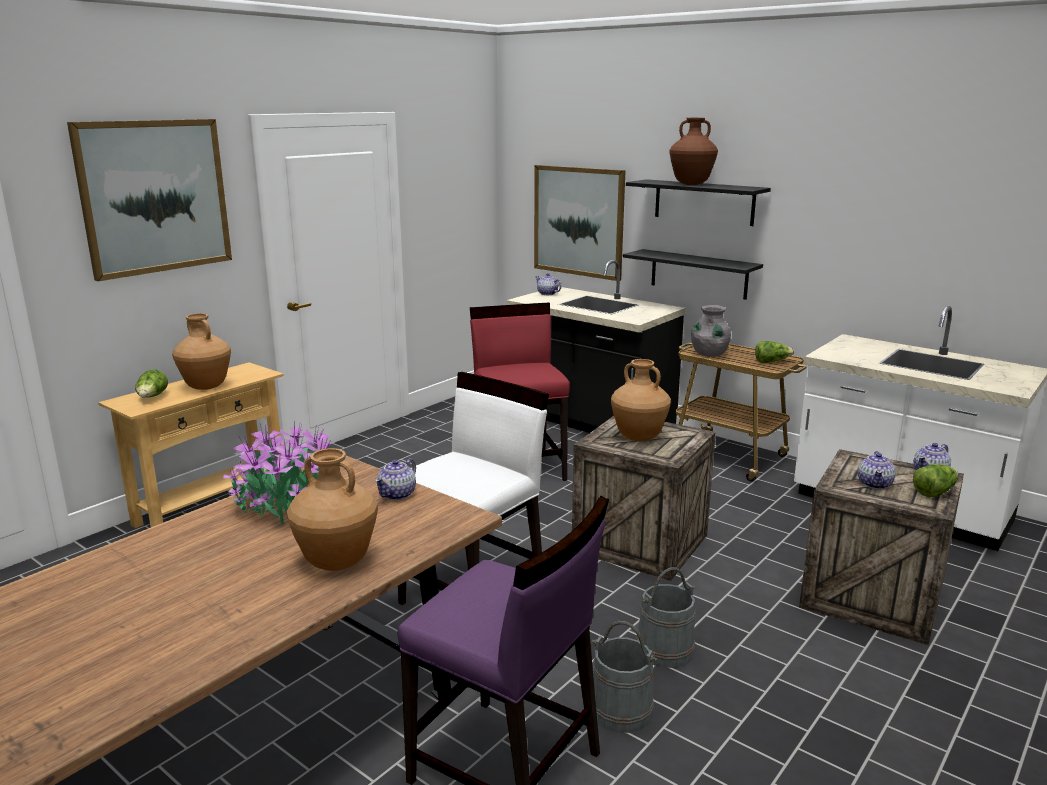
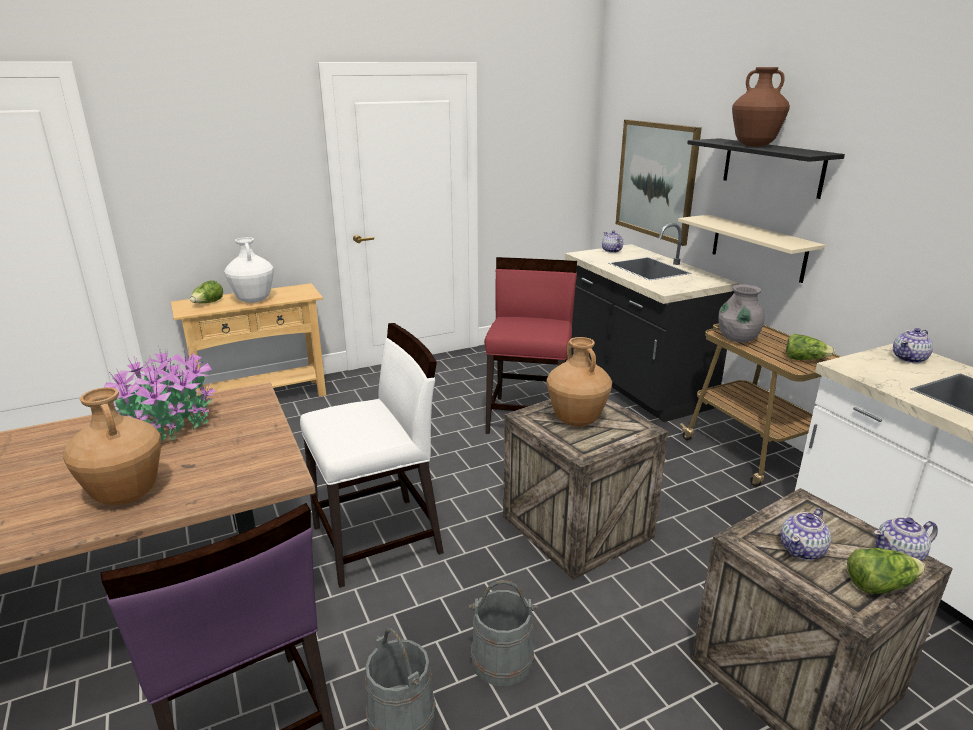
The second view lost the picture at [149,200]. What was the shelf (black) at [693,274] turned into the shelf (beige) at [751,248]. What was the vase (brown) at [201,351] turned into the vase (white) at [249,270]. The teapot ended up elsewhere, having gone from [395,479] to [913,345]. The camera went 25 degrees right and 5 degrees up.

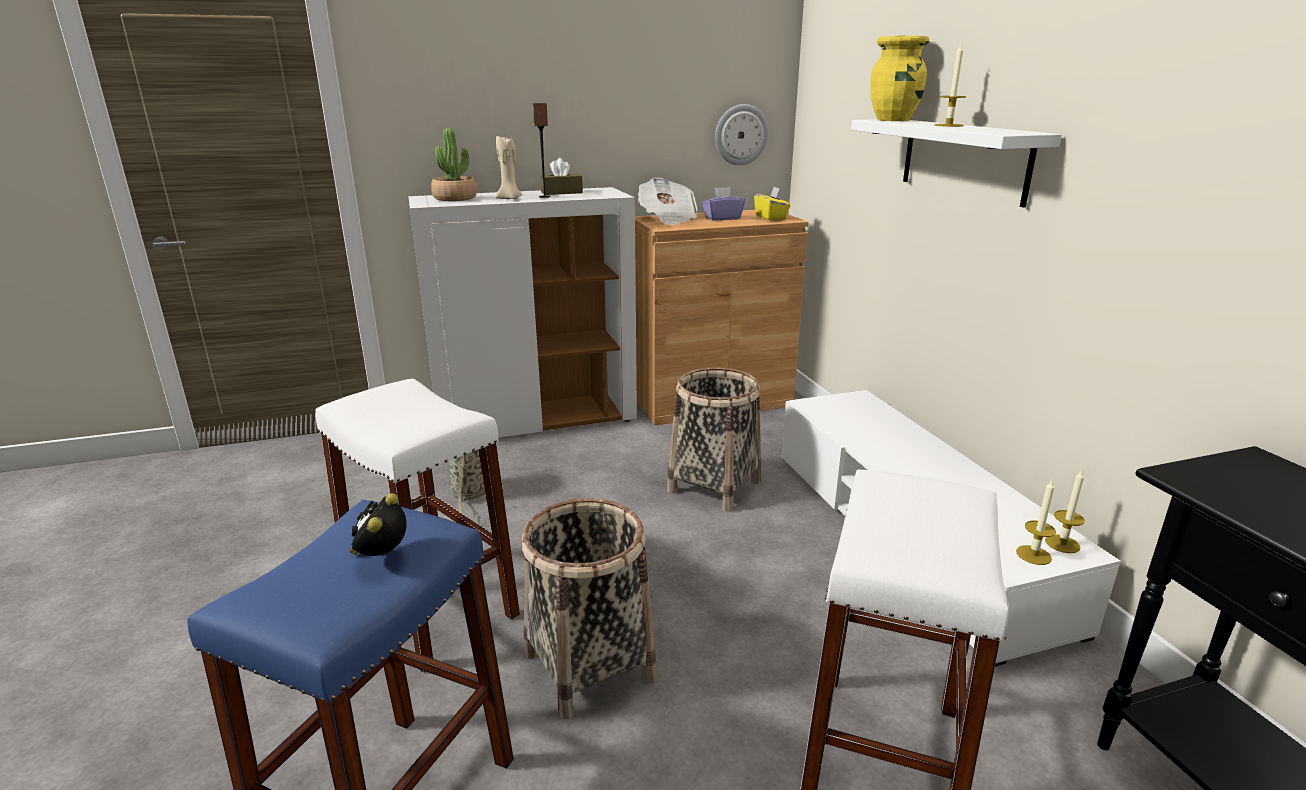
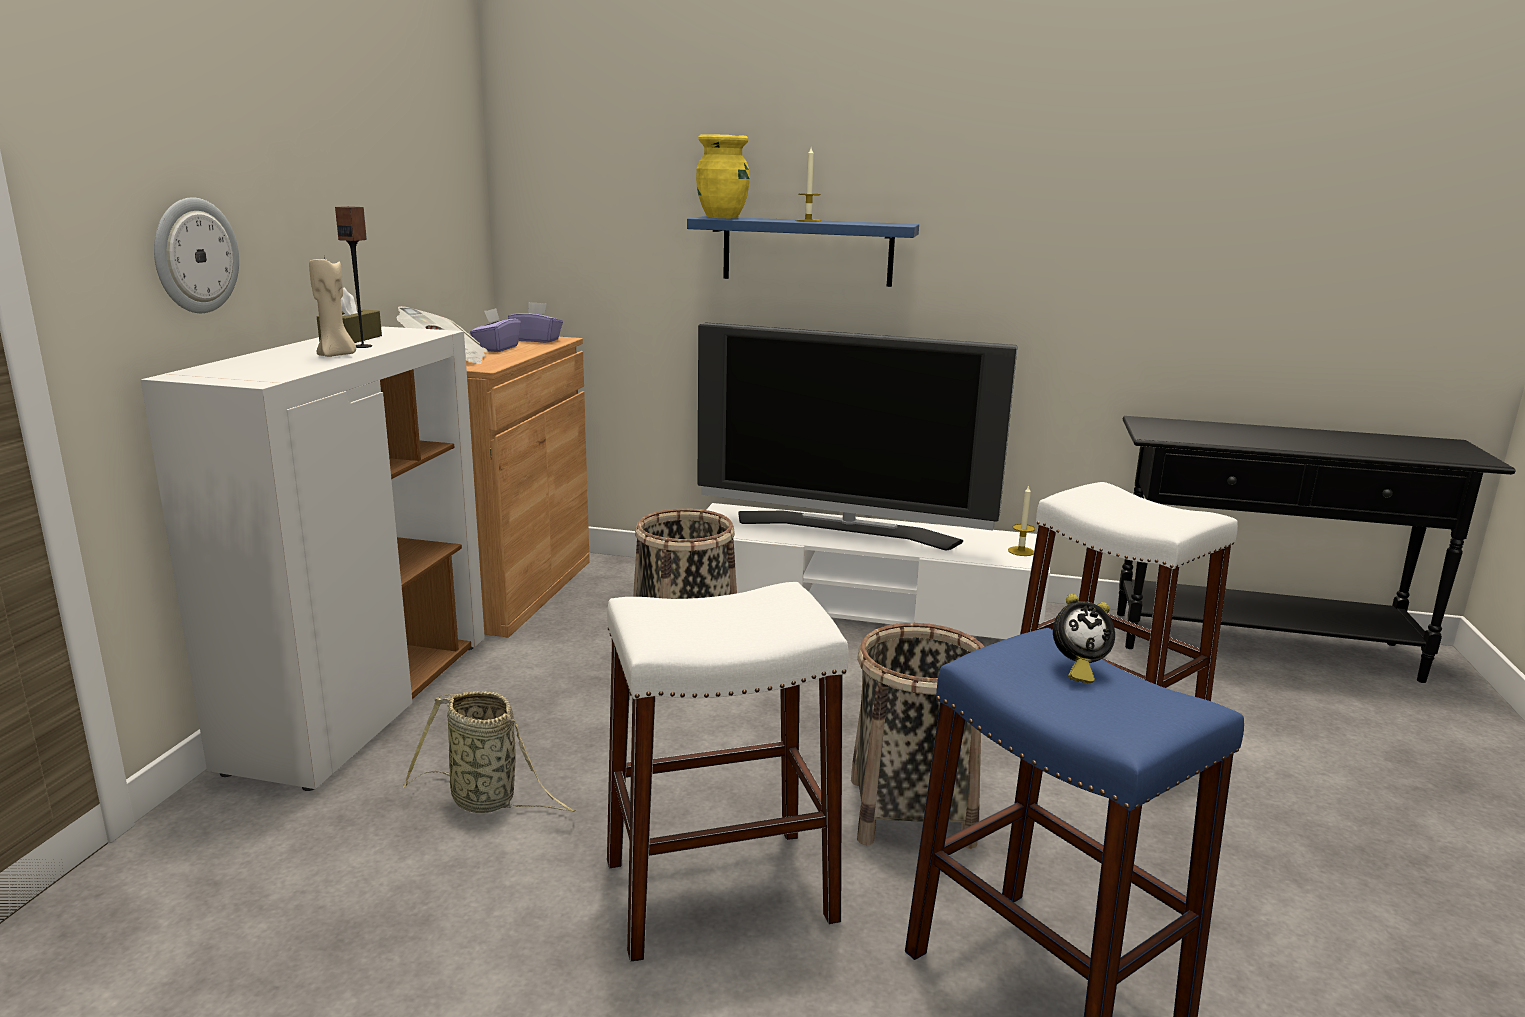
The wall clock ended up elsewhere, having gone from [742,134] to [196,255]. What was the shelf (white) at [956,163] turned into the shelf (blue) at [803,251]. The second view lost the potted plant at [454,164]. What was the tissue box (yellow) at [772,203] turned into the tissue box (purple) at [535,322]. The second view lost the candle at [1065,511]. The alarm clock at [378,524] ended up facing another way, 45 degrees counterclockwise from before. The second view gained the television at [858,436]. The camera went 60 degrees left and 5 degrees down.

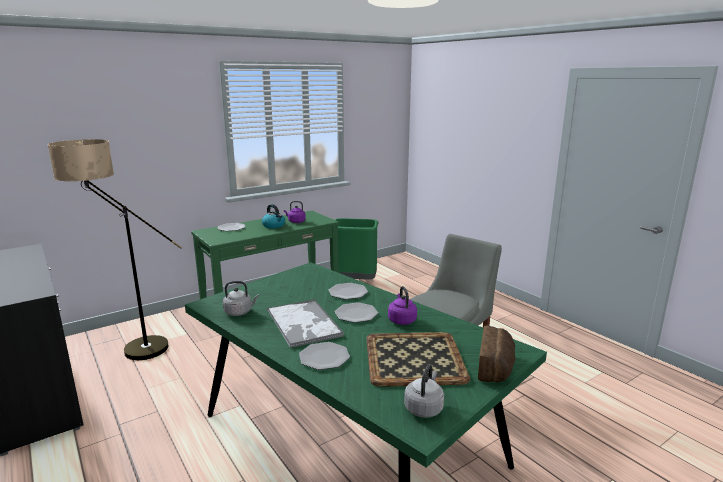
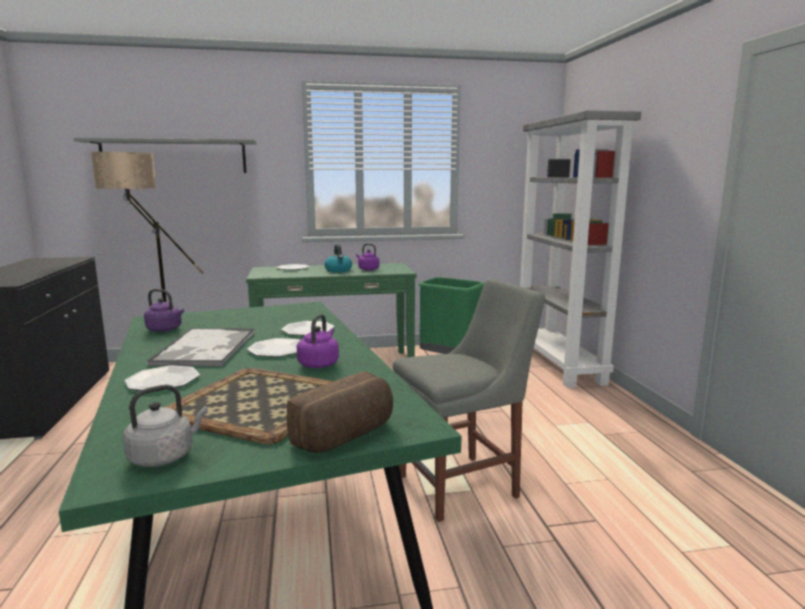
What was the kettle (grey) at [241,298] turned into the kettle (purple) at [164,310]. The second view gained the bookcase (grey) at [580,249]. The second view gained the shelf (grey) at [165,155]. The camera went 25 degrees right and 5 degrees down.

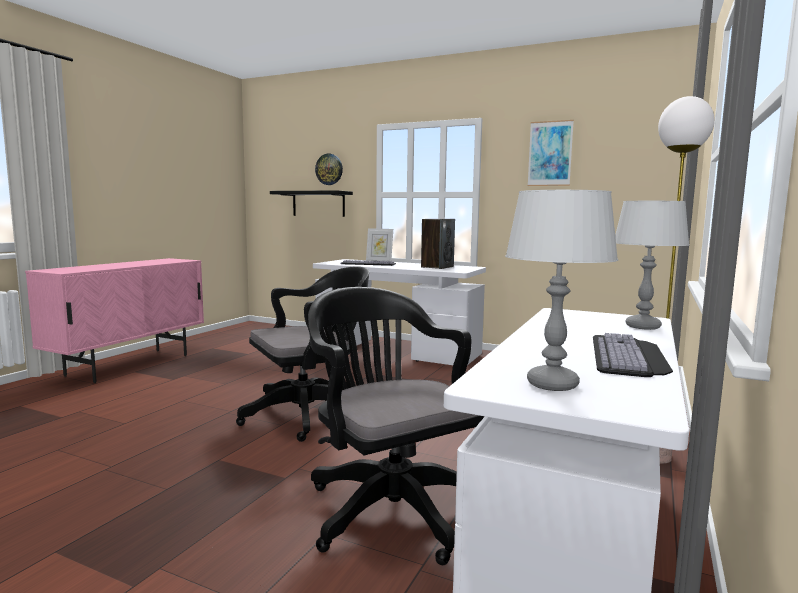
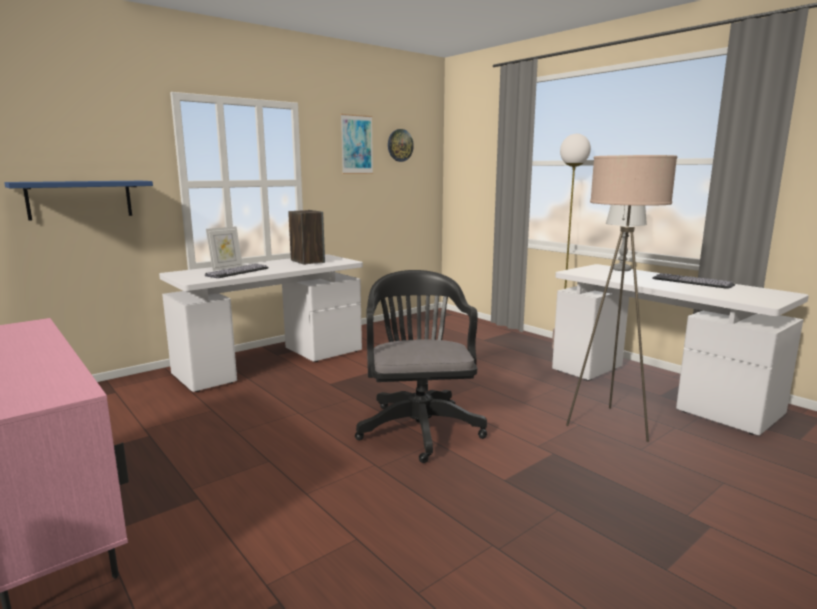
The wall clock ended up elsewhere, having gone from [329,169] to [401,145]. What was the shelf (black) at [311,203] turned into the shelf (blue) at [78,201]. The second view lost the table lamp (grey) at [561,290]. Where the office chair (black) stood at [396,426], the floor lamp (beige) came to stand at [621,298]. The camera went 65 degrees left and 5 degrees up.

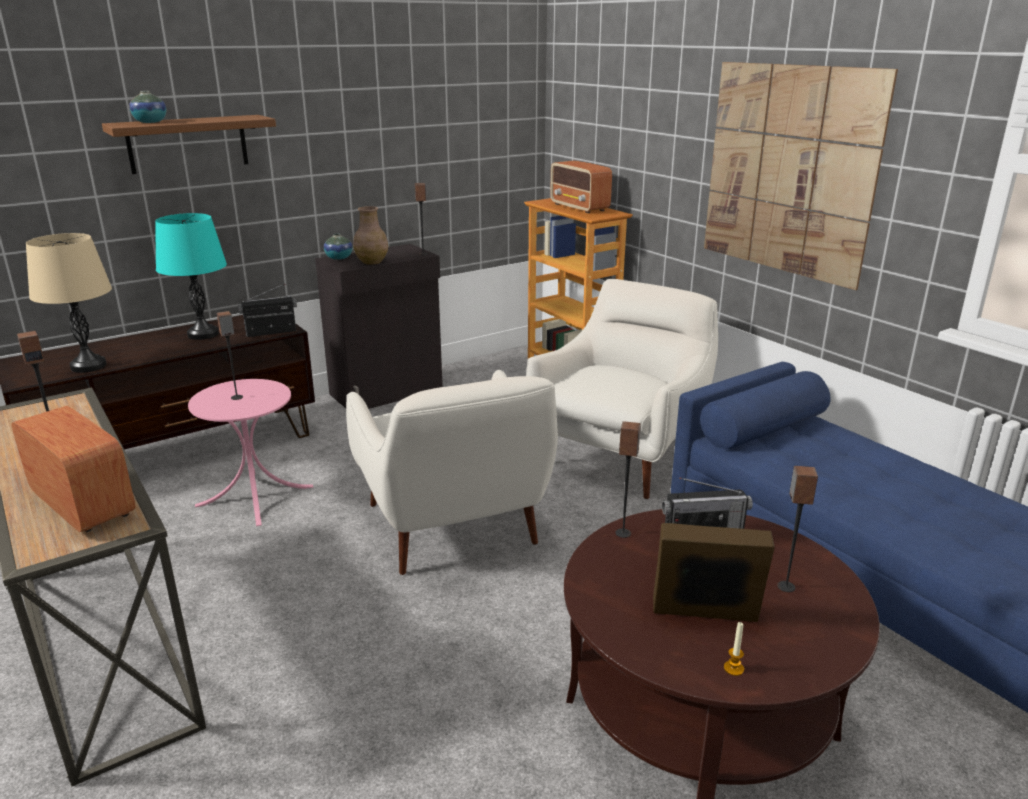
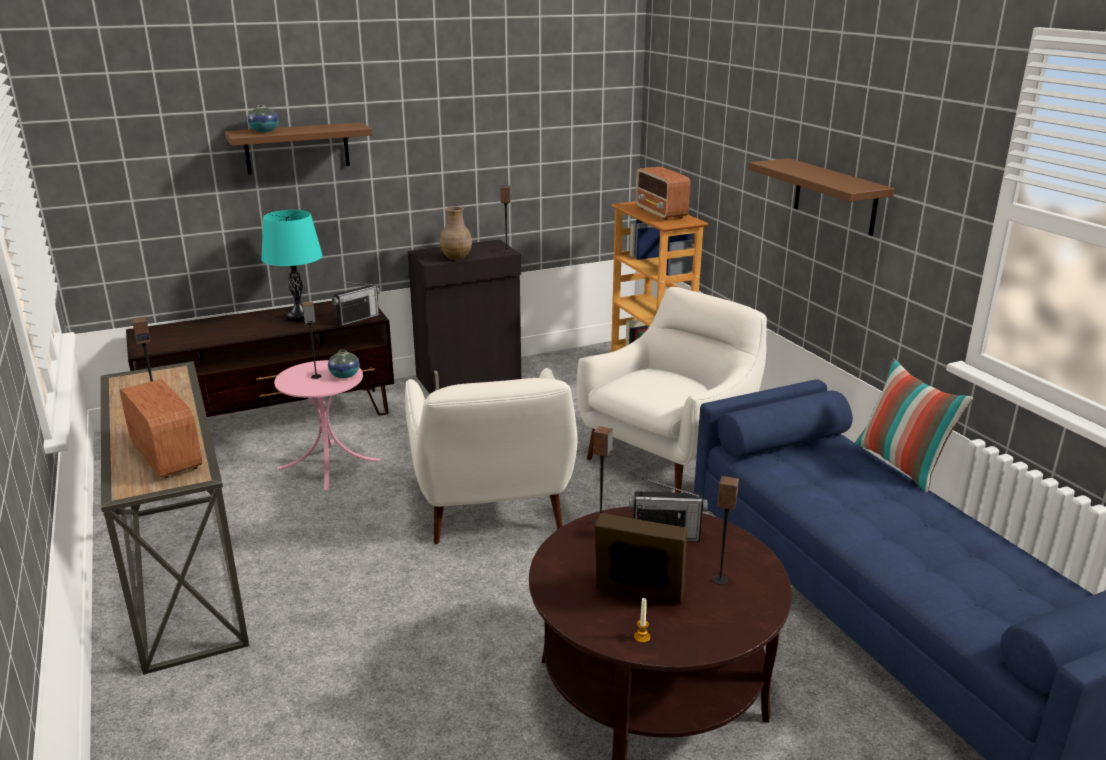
Where the picture hung at [801,176], the shelf (brown) came to hang at [821,197]. The second view lost the table lamp (beige) at [69,303]. The vase ended up elsewhere, having gone from [338,246] to [344,364]. The radio at [267,310] ended up facing another way, 150 degrees clockwise from before. The second view gained the pillow at [914,425]. The camera went 10 degrees right and 0 degrees up.

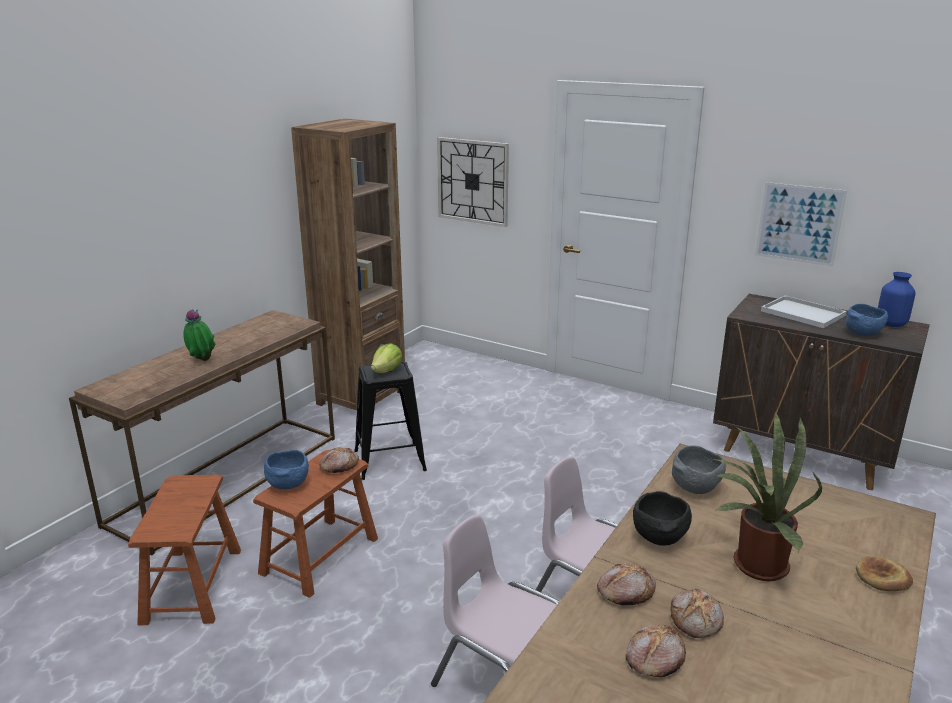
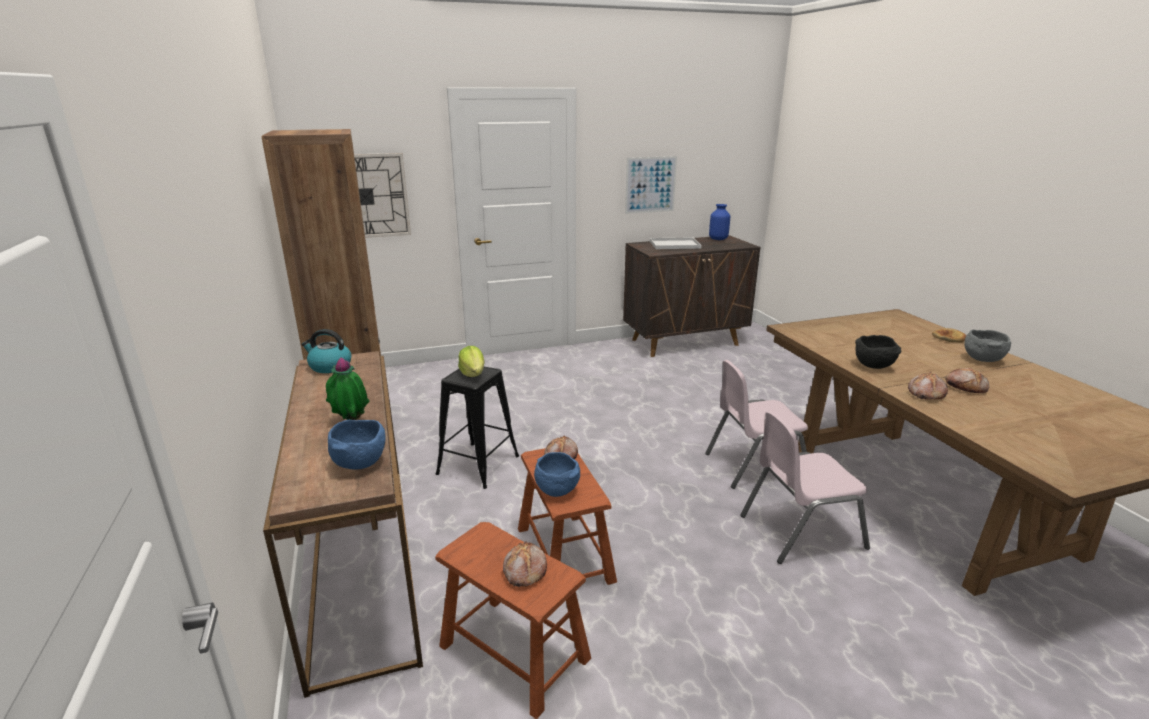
The bowl (blue) ended up elsewhere, having gone from [867,320] to [357,444]. The second view lost the potted plant at [767,496]. The bowl (grey) ended up elsewhere, having gone from [699,470] to [987,346]. The bread ended up elsewhere, having gone from [655,651] to [525,564]. The second view gained the kettle at [326,351]. The camera went 50 degrees left and 0 degrees up.

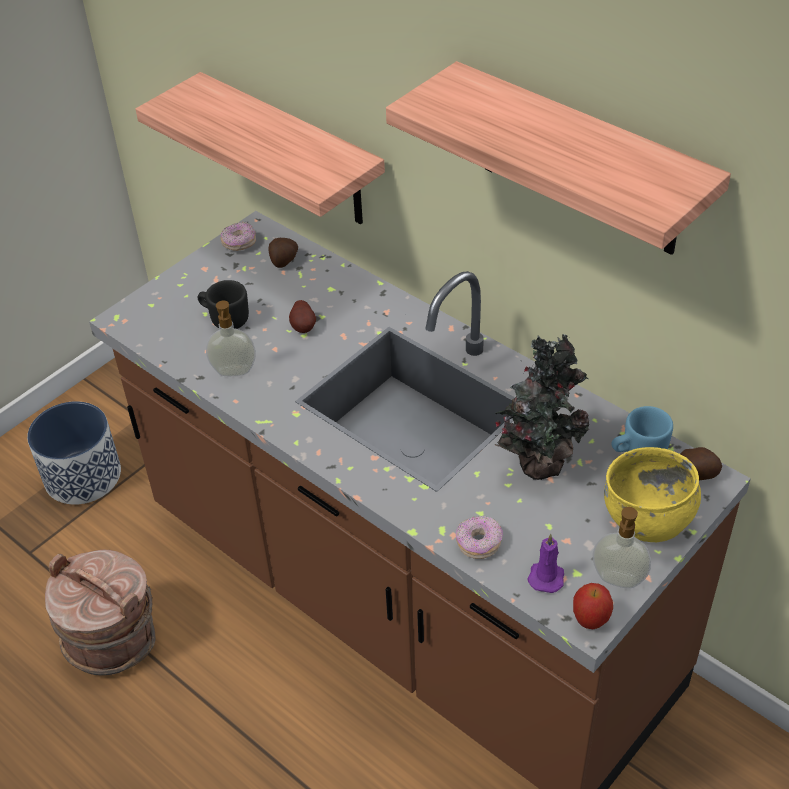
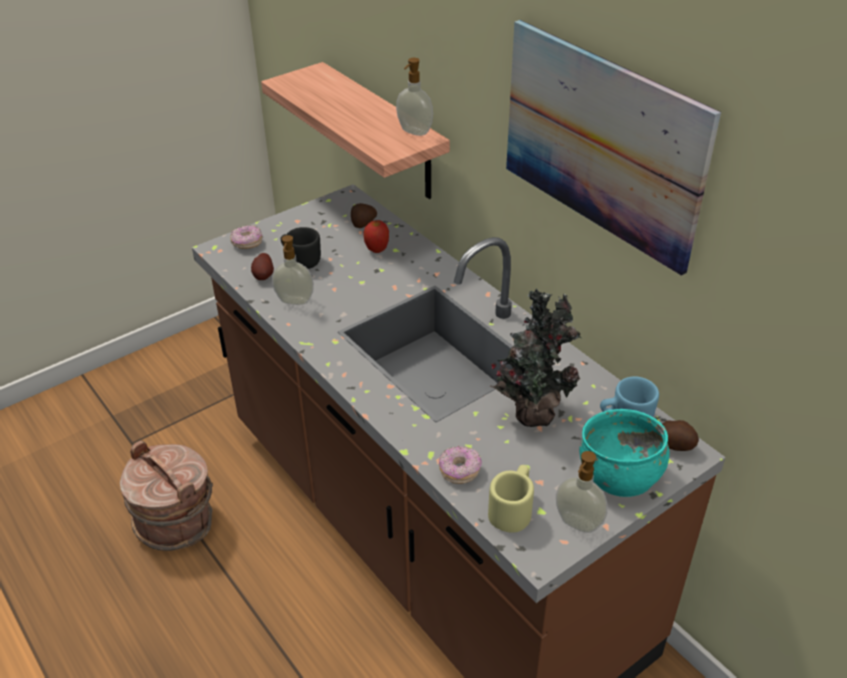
Where the shelf hung at [558,158], the picture came to hang at [613,148]. The donut ended up elsewhere, having gone from [238,236] to [246,237]. The potato ended up elsewhere, having gone from [302,316] to [262,266]. The second view lost the planter at [74,453]. What was the bowl (yellow) at [652,494] turned into the bowl (turquoise) at [624,453]. Where the candle (purple) stood at [545,563], the mug (beige) came to stand at [511,499]. The apple ended up elsewhere, having gone from [593,606] to [376,236]. The second view gained the soap dispenser at [414,97]. The camera went 10 degrees right and 5 degrees down.

